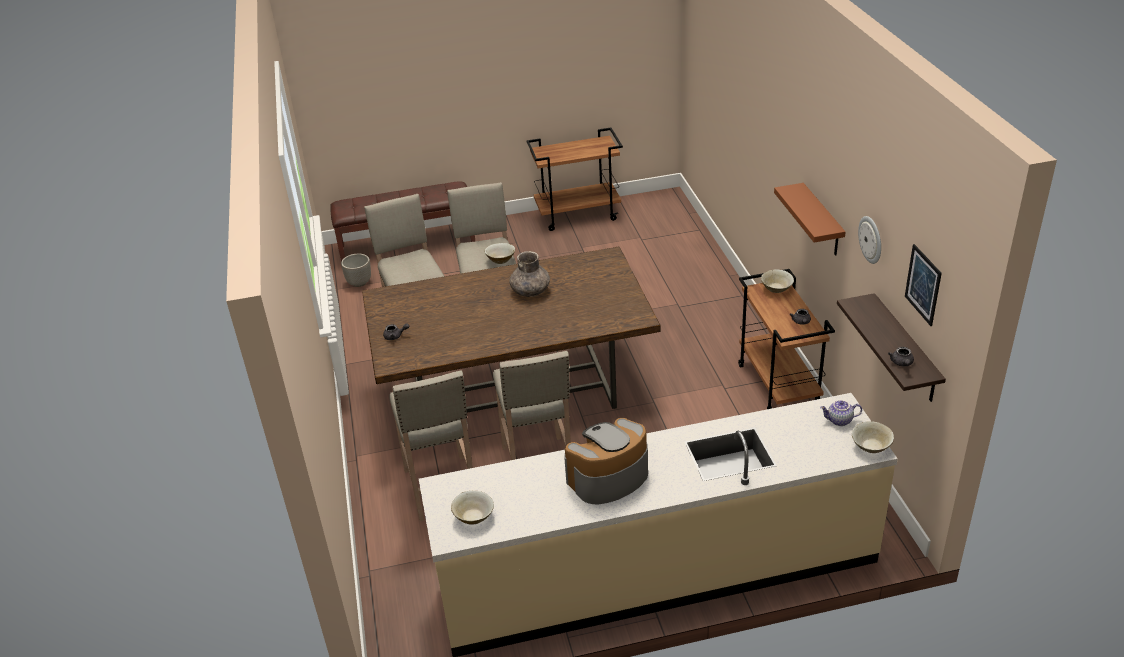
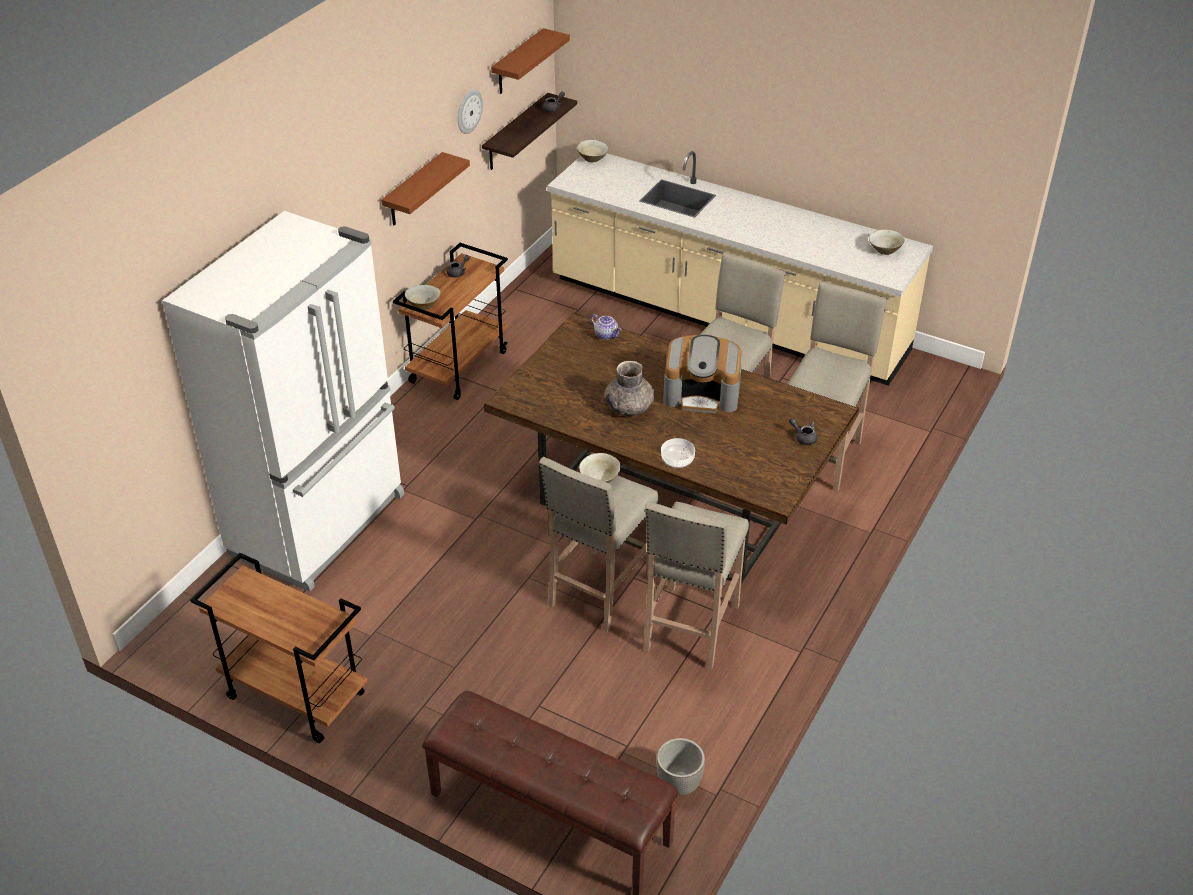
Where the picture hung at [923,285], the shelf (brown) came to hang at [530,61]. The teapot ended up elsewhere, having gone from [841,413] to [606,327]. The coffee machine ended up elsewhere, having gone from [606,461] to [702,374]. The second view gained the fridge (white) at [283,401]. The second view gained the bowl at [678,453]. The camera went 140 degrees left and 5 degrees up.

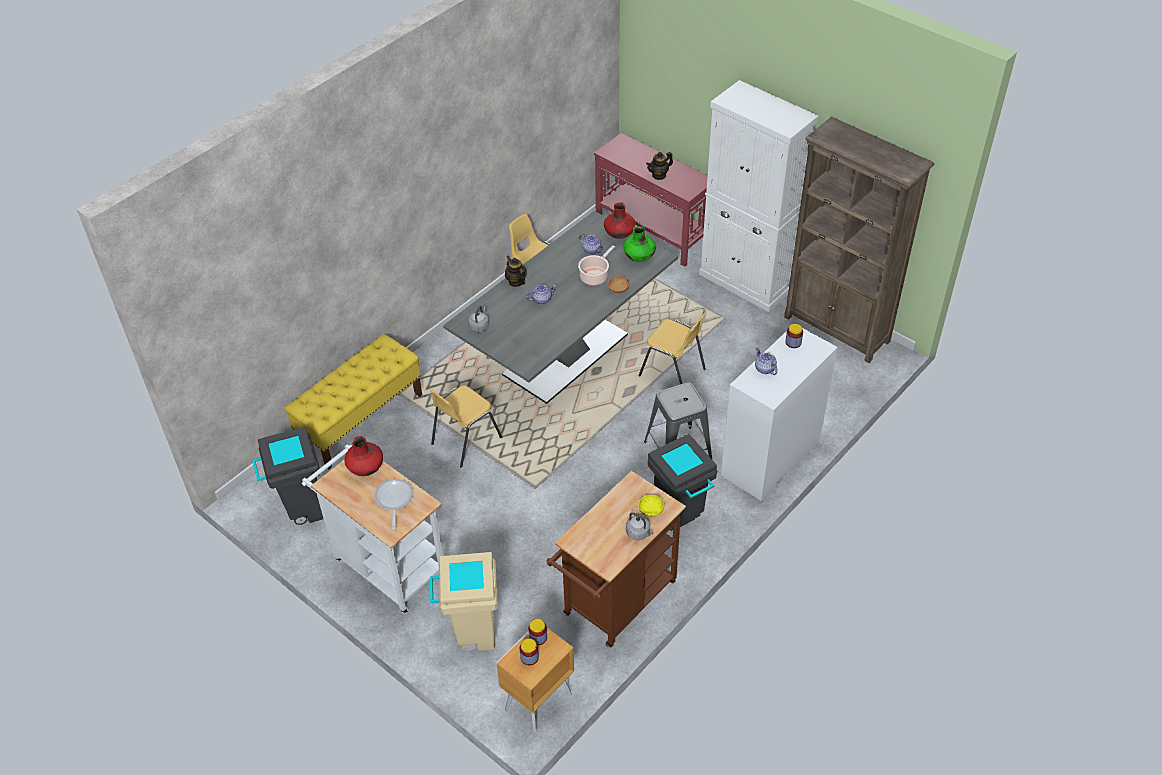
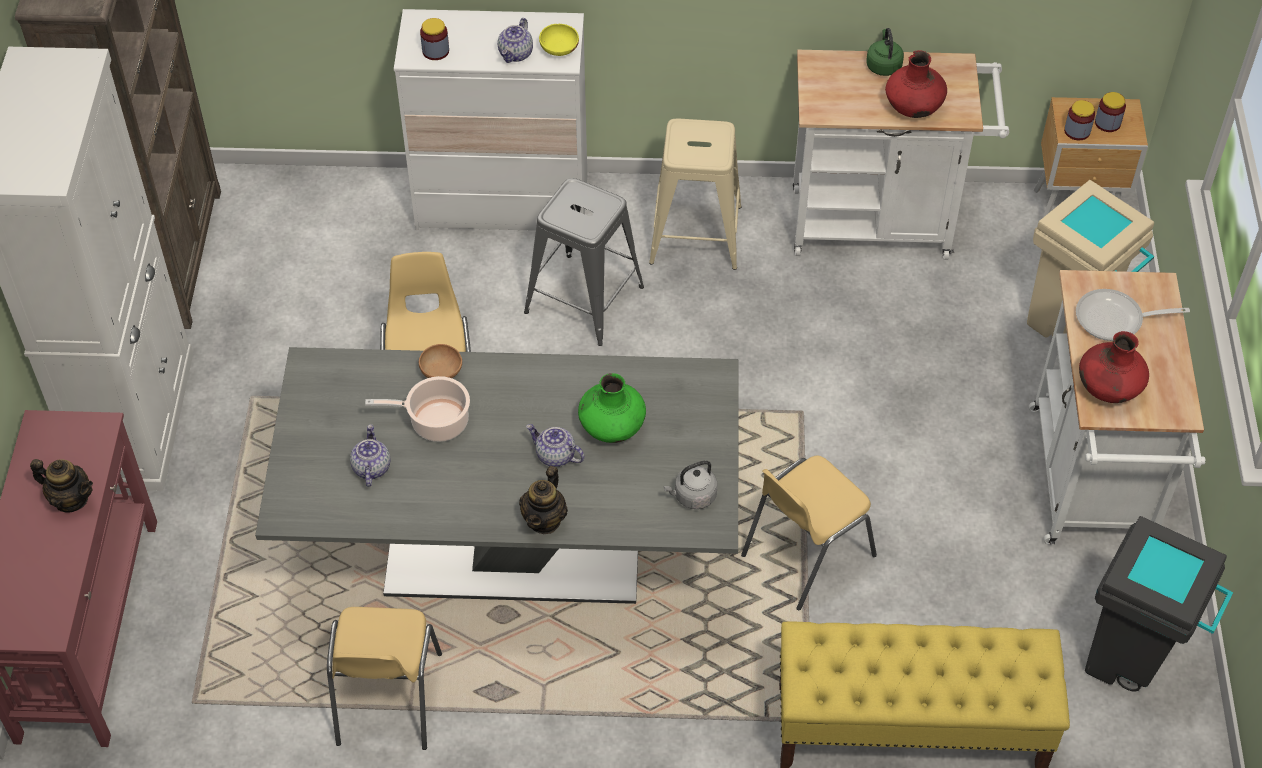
The vase (red) ended up elsewhere, having gone from [619,220] to [916,84]. The vase (green) ended up elsewhere, having gone from [639,244] to [612,408]. The chair (yellow) at [465,426] ended up facing another way, 135 degrees clockwise from before. Where the trash can (grey) stood at [682,482], the stool (beige) came to stand at [695,194]. What was the cart (brown) at [616,559] turned into the cart (white) at [901,155]. The frying pan at [393,504] ended up facing another way, 45 degrees clockwise from before. The bowl (yellow) ended up elsewhere, having gone from [651,506] to [559,40]. What was the kettle (grey) at [640,526] turned into the kettle (green) at [885,52]. The camera went 130 degrees left and 5 degrees up.

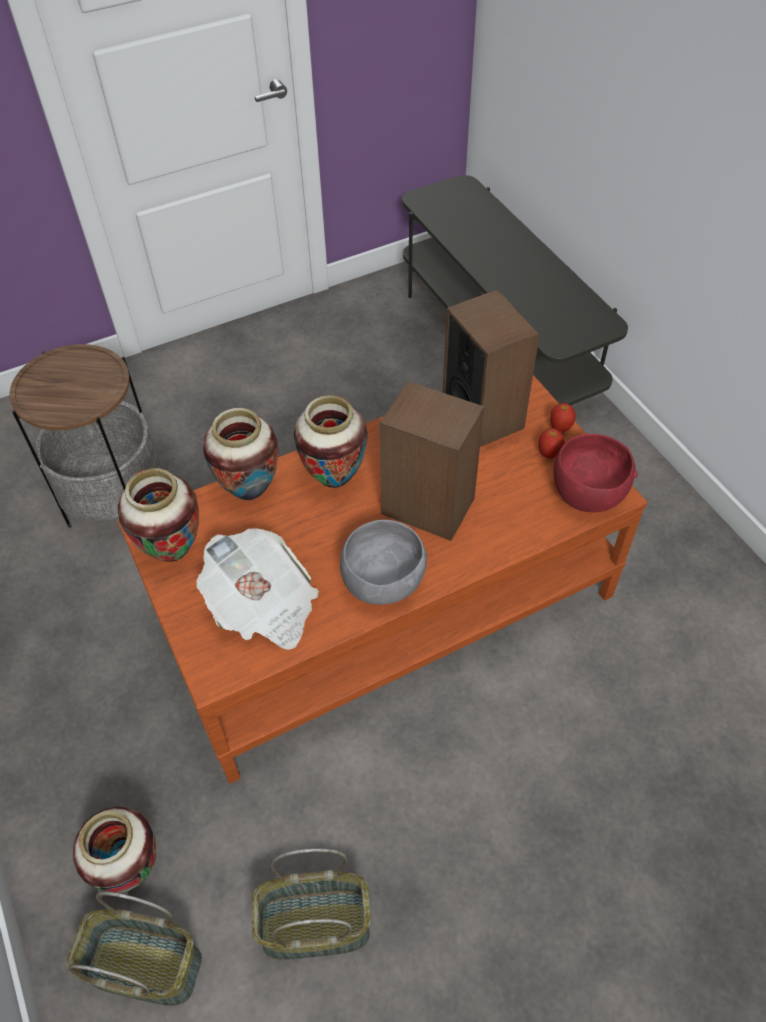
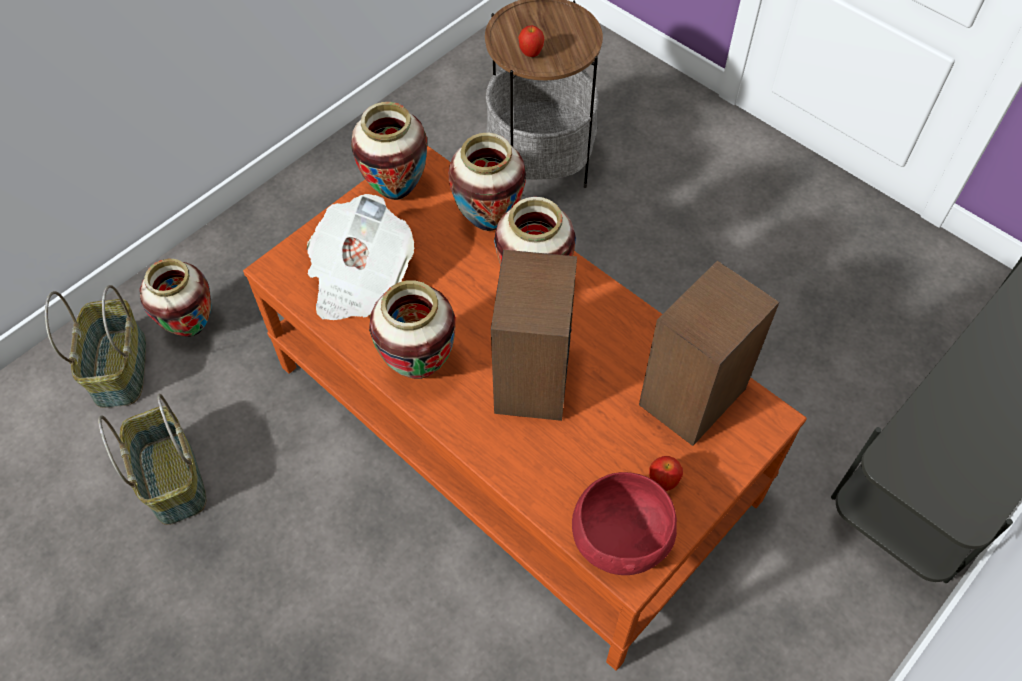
The apple ended up elsewhere, having gone from [563,418] to [531,41]. Where the bowl (grey) stood at [383,562], the vase came to stand at [412,329]. The camera went 70 degrees right and 5 degrees up.

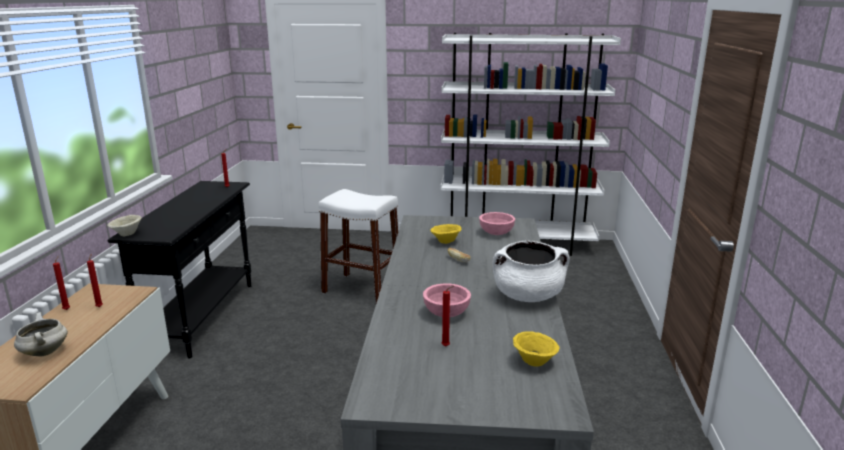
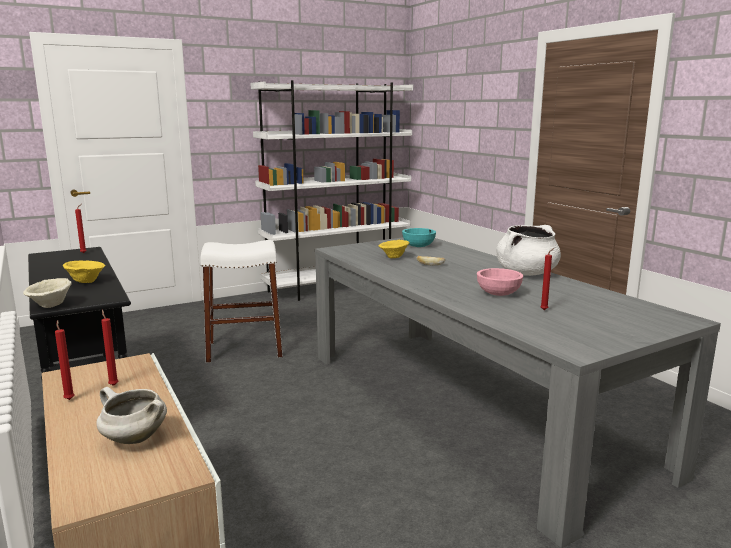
What was the bowl (pink) at [497,223] turned into the bowl (turquoise) at [419,237]. The bowl (yellow) ended up elsewhere, having gone from [536,349] to [84,271]. The camera went 35 degrees left and 5 degrees down.

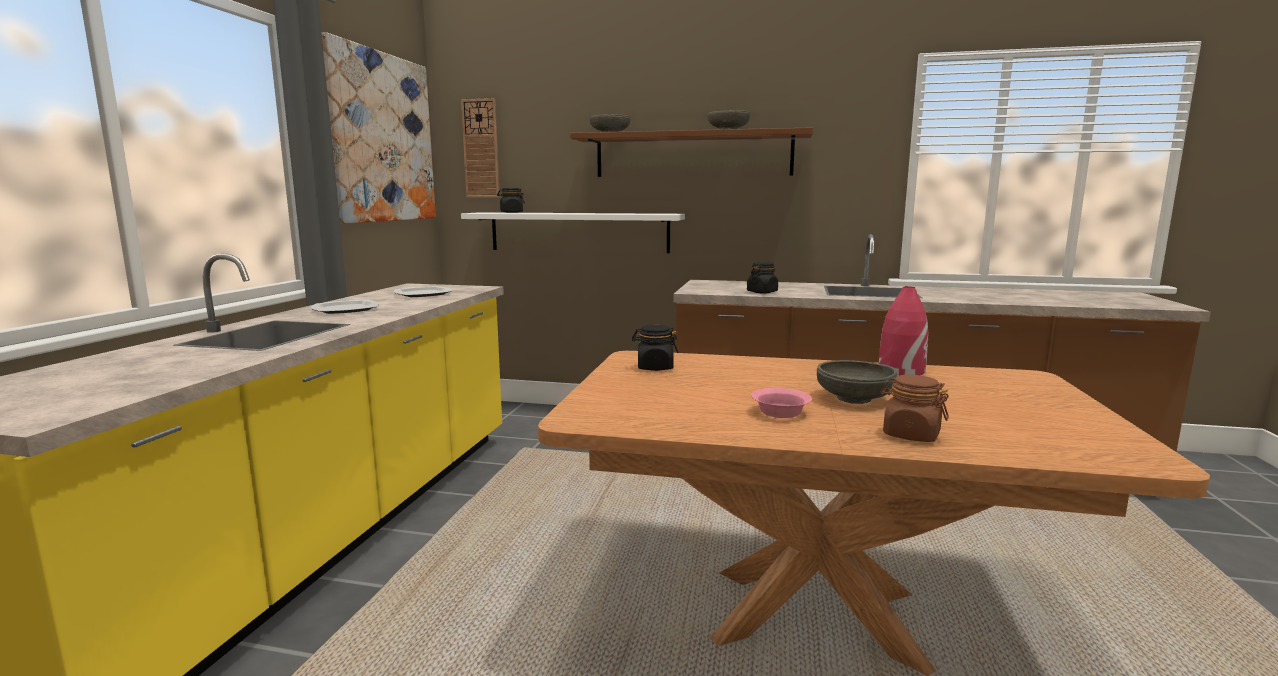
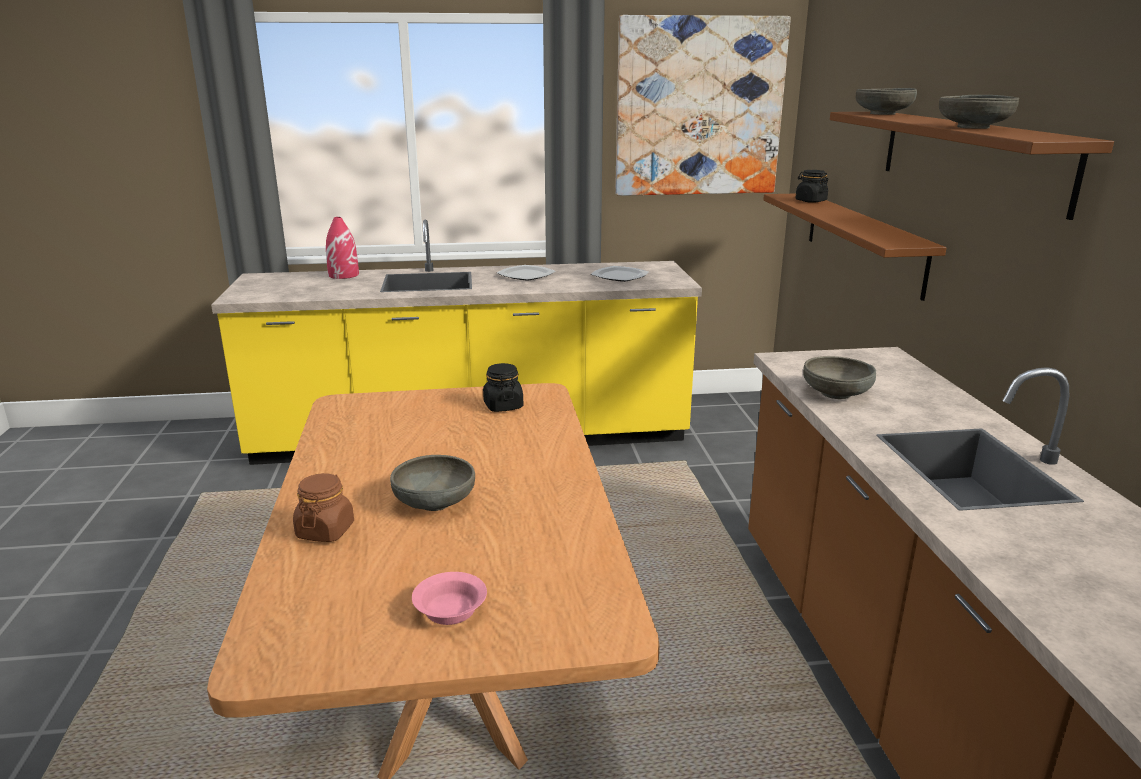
The second view lost the wall clock at [480,147]. What was the shelf (white) at [573,232] turned into the shelf (brown) at [855,247]. Where the jar (black) stood at [762,278], the bowl (grey) came to stand at [839,377]. The vase (red) ended up elsewhere, having gone from [903,331] to [342,248]. The bowl (pink) ended up elsewhere, having gone from [781,403] to [449,598]. The camera went 70 degrees right and 10 degrees up.

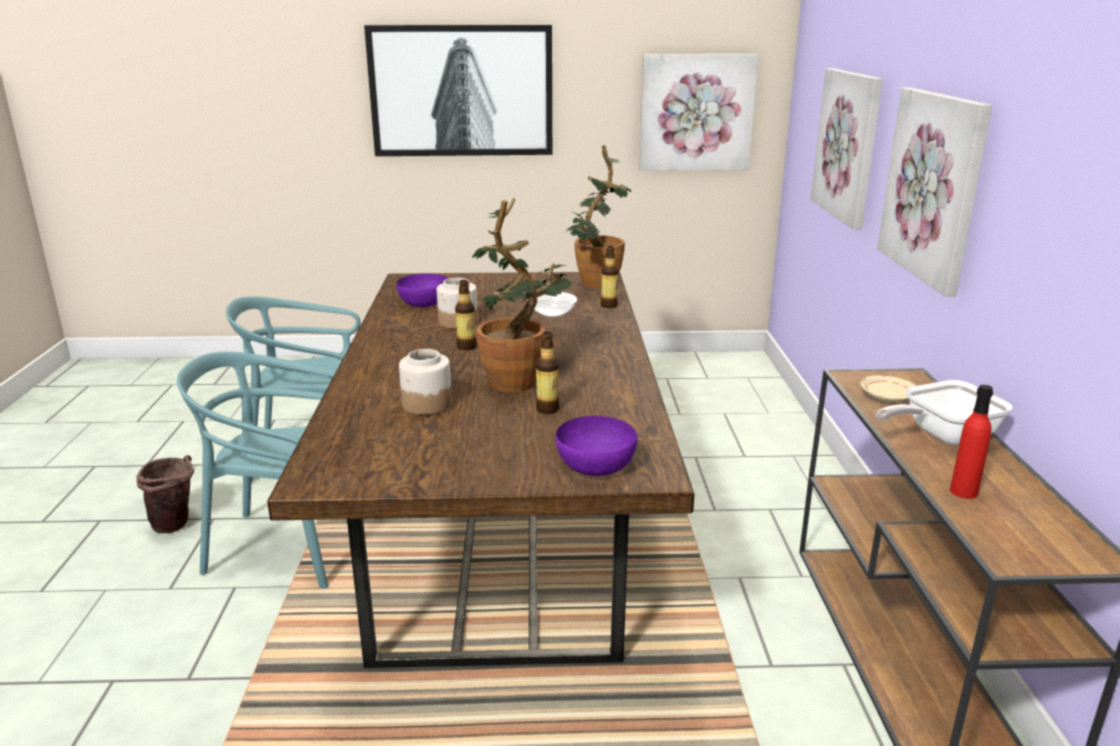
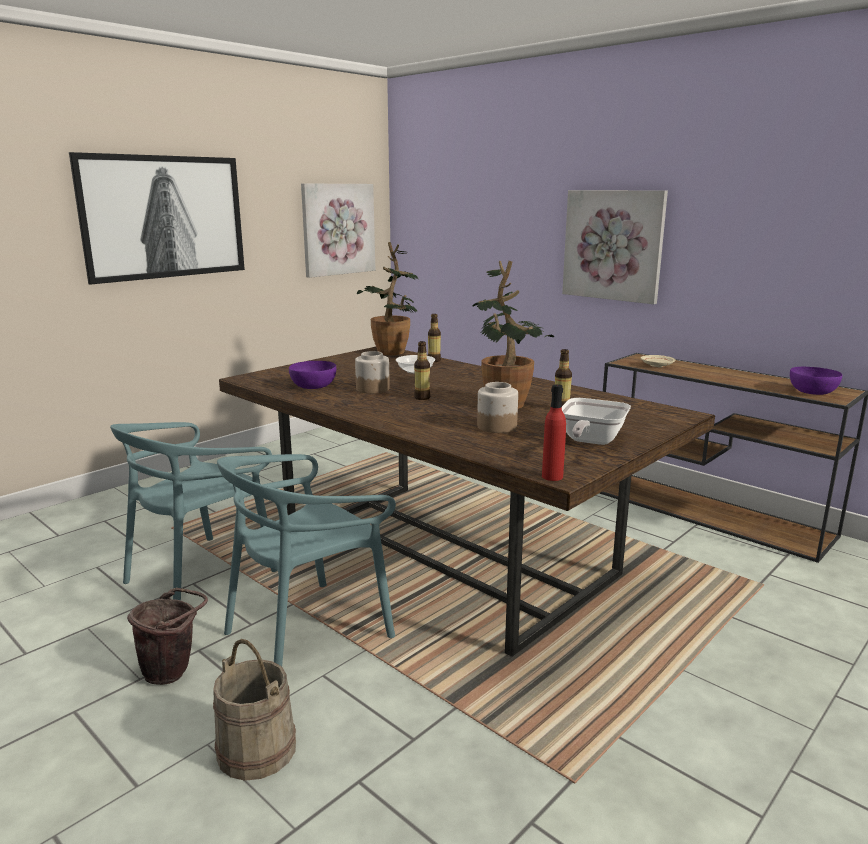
The second view lost the picture at [847,149]. The frying pan ended up elsewhere, having gone from [944,412] to [596,421]. The bottle (red) ended up elsewhere, having gone from [971,442] to [554,432]. The bowl (purple) ended up elsewhere, having gone from [597,446] to [816,381]. The second view gained the bucket (beige) at [254,710]. The camera went 45 degrees left and 5 degrees down.

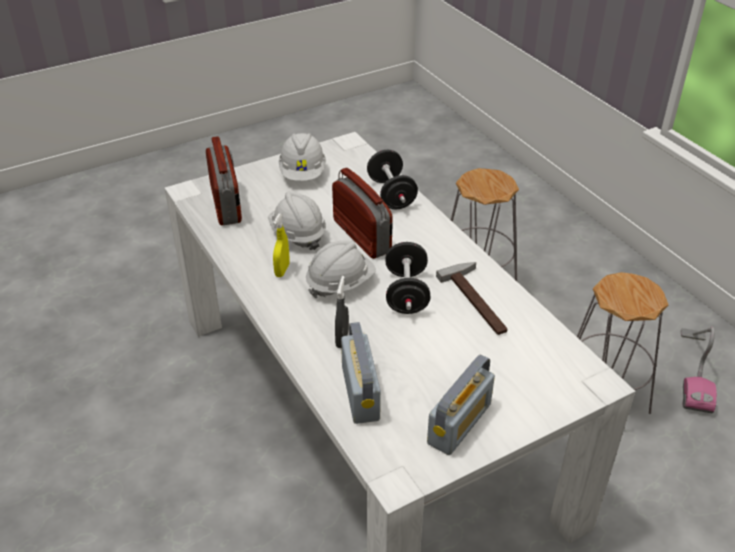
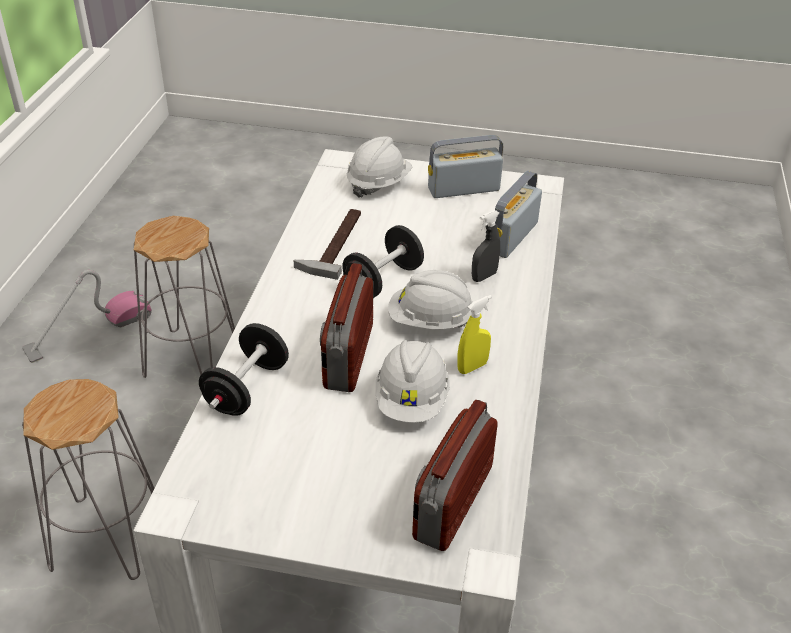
The hard hat (white) ended up elsewhere, having gone from [302,157] to [379,167]. The camera went 140 degrees left and 0 degrees up.

